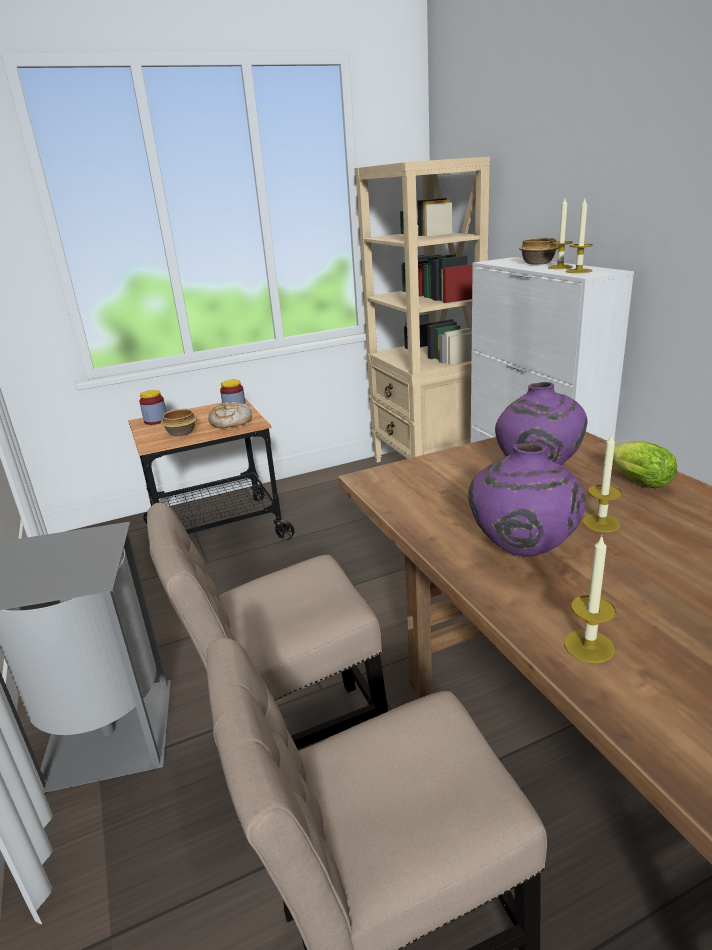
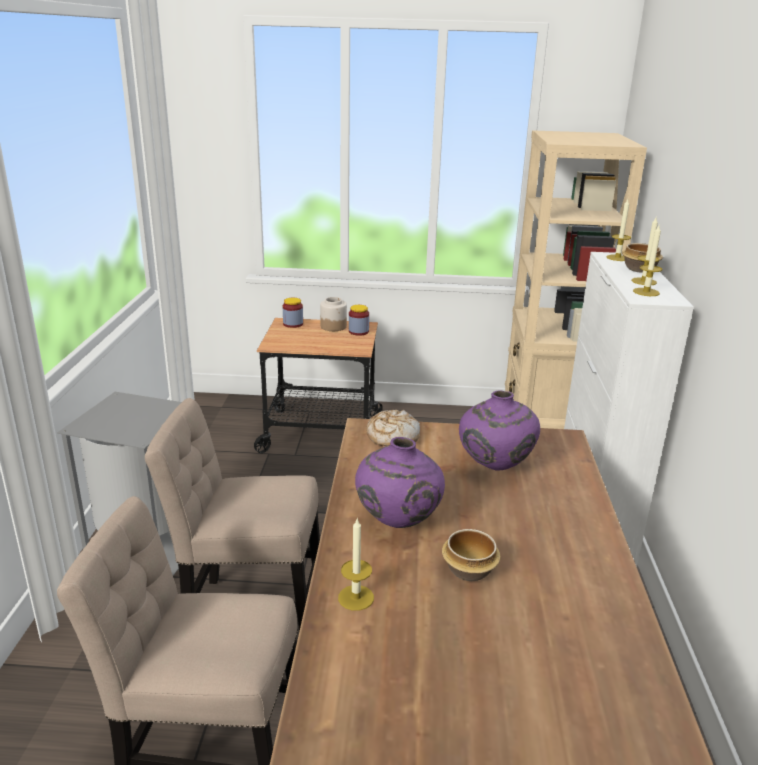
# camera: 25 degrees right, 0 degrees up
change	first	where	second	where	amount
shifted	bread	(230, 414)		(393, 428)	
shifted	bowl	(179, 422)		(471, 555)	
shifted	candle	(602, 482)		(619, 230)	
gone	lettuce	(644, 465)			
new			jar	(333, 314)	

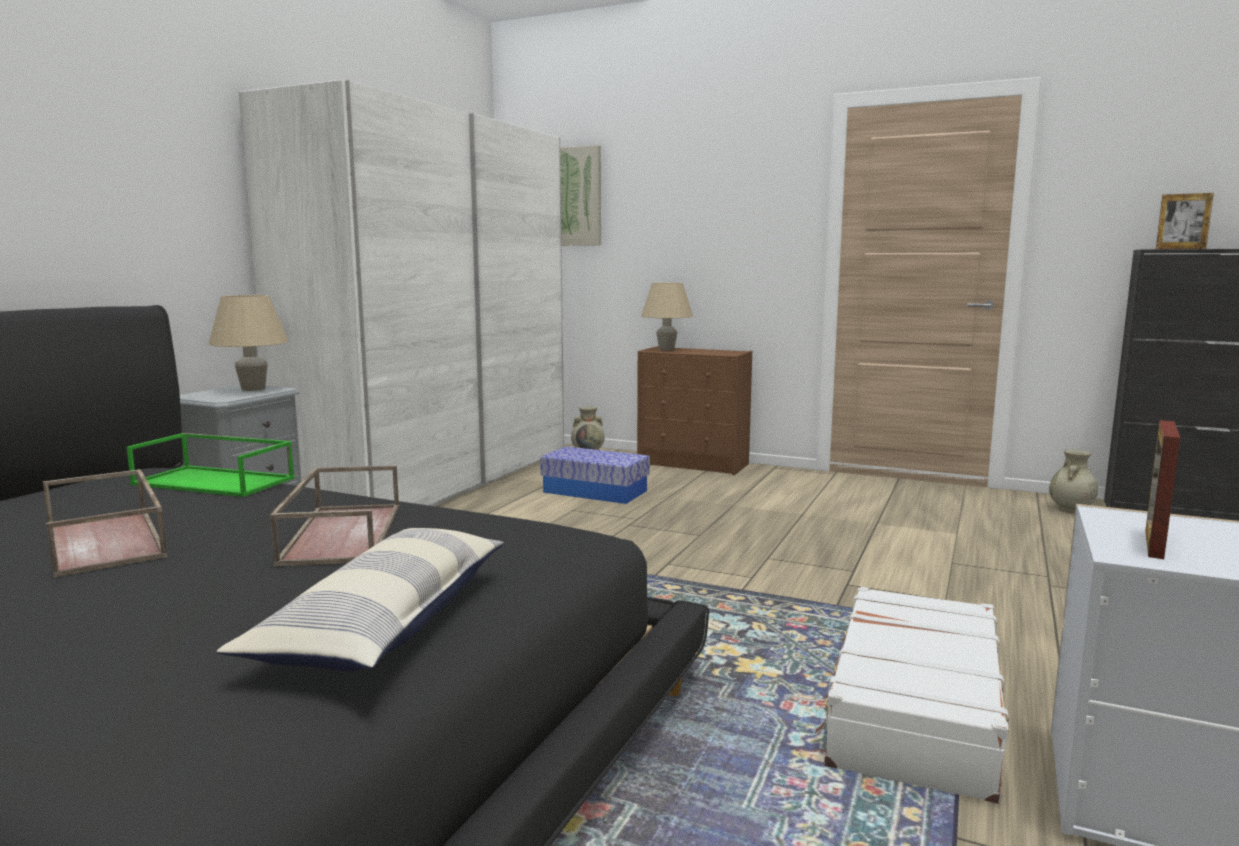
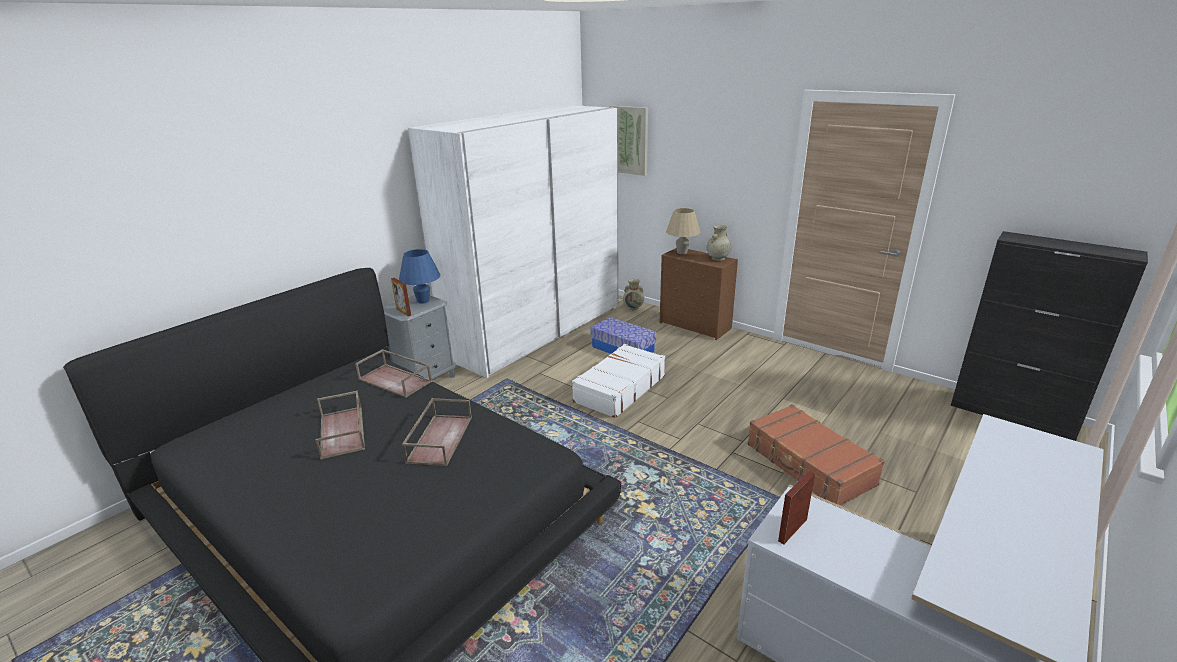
# camera: 15 degrees right, 15 degrees up
change	first	where	second	where	amount
shifted	picture_frame	(1185, 221)		(401, 297)	
repainted	beige_table_lamp	(249, 343)	blue_table_lamp	(419, 276)	
repainted	green_tray	(211, 465)	brown_tray	(393, 373)	
shifted	beige_vase	(1073, 481)		(719, 243)	
gone	pillow	(360, 599)			
shifted	white_suitcase	(912, 695)		(618, 381)	
new			brown_suitcase	(816, 455)	

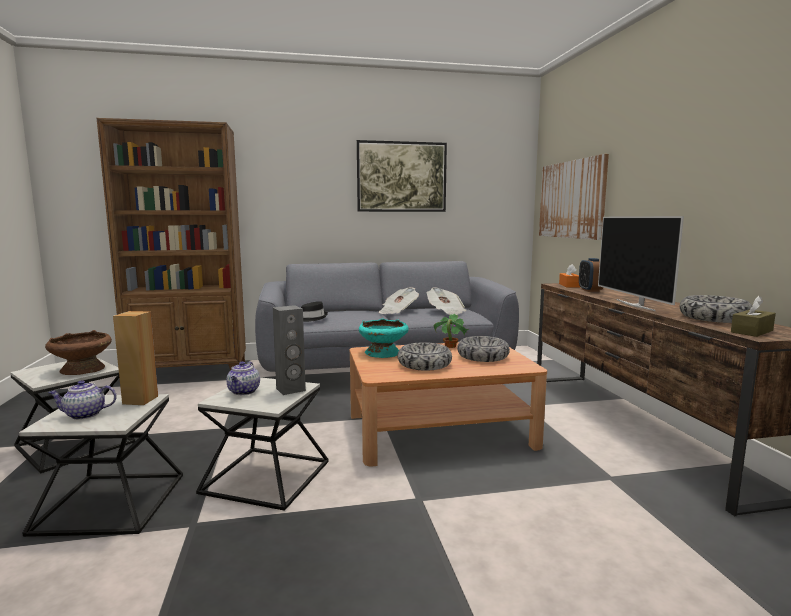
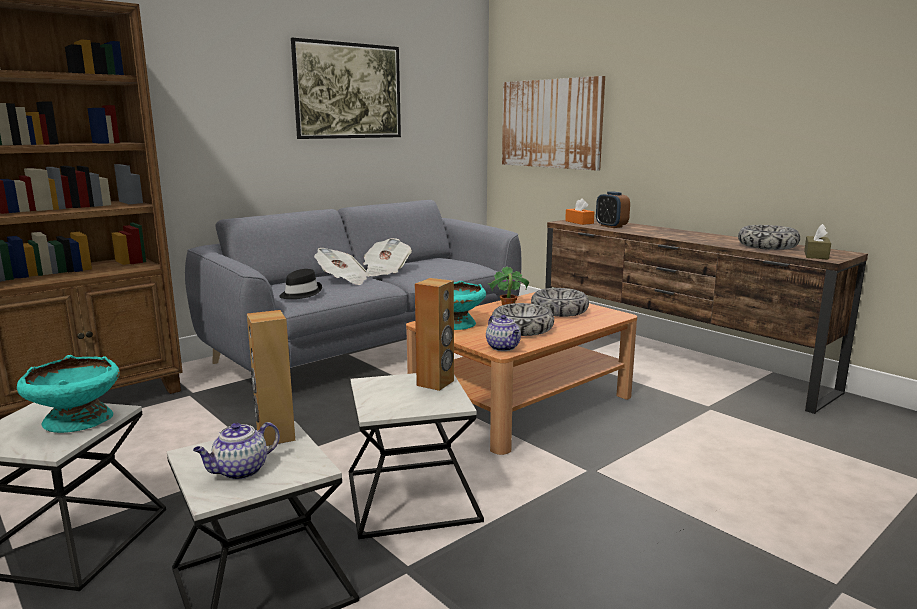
# camera: 30 degrees left, 5 degrees up
change	first	where	second	where	amount
gone	television	(641, 263)			
shifted	newspaper	(446, 301)		(341, 266)	
repainted	grey_speaker	(289, 350)	brown_speaker	(434, 334)	
repainted	brown_bowl	(78, 352)	turquoise_bowl	(68, 394)	
shifted	teapot	(243, 378)		(503, 333)	

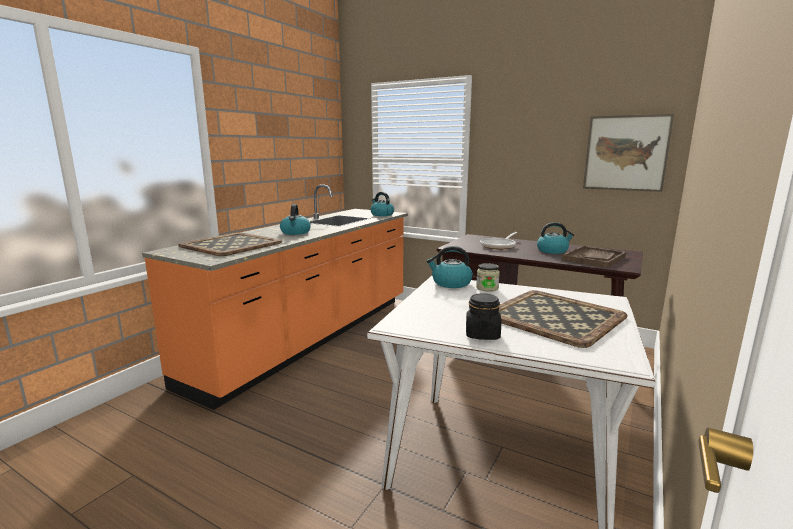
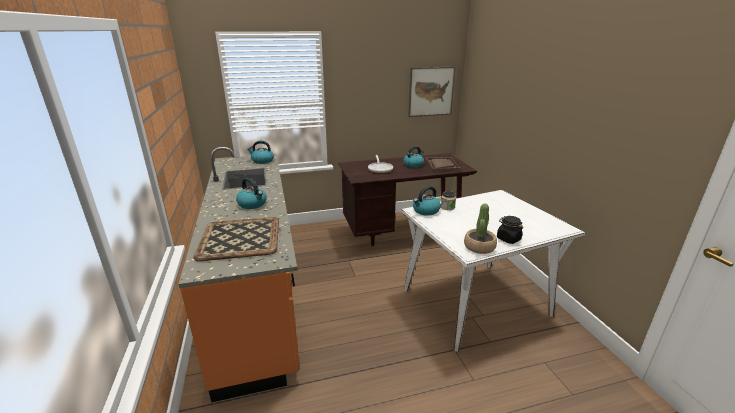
# camera: 45 degrees left, 10 degrees up
change	first	where	second	where	amount
gone	tray	(562, 319)			
new			potted_plant	(480, 228)	

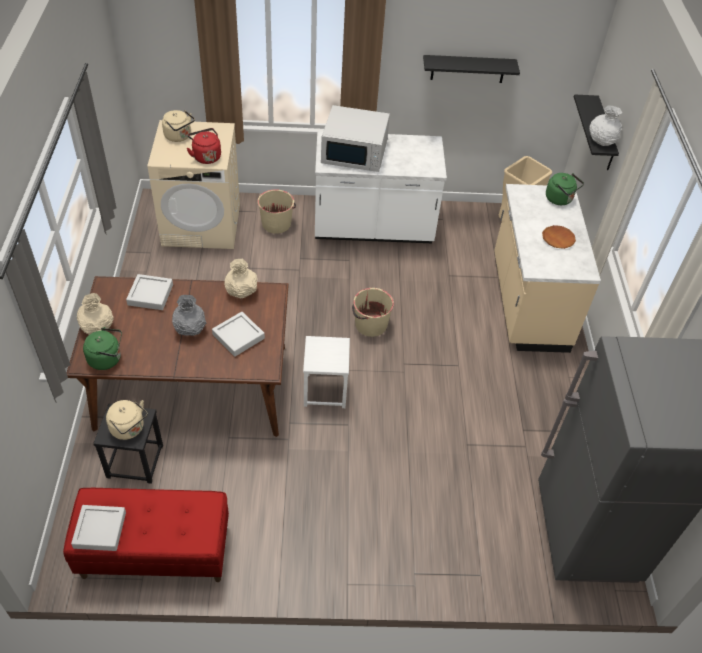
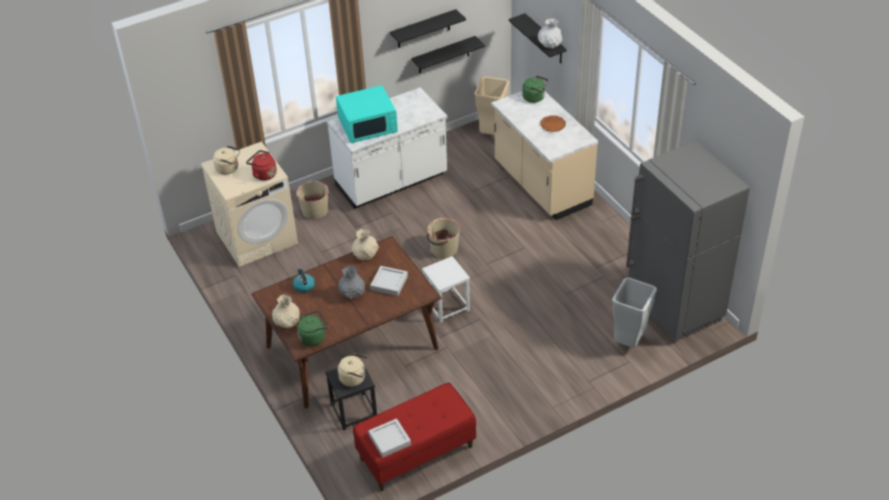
# camera: 25 degrees left, 5 degrees down
change	first	where	second	where	amount
repainted	white_microwave	(355, 138)	turquoise_microwave	(367, 114)	
swapped	grey_tray	(149, 292)	kettle	(304, 280)	
new			black_shelf	(448, 55)	
new			grey_trash_can	(634, 312)	

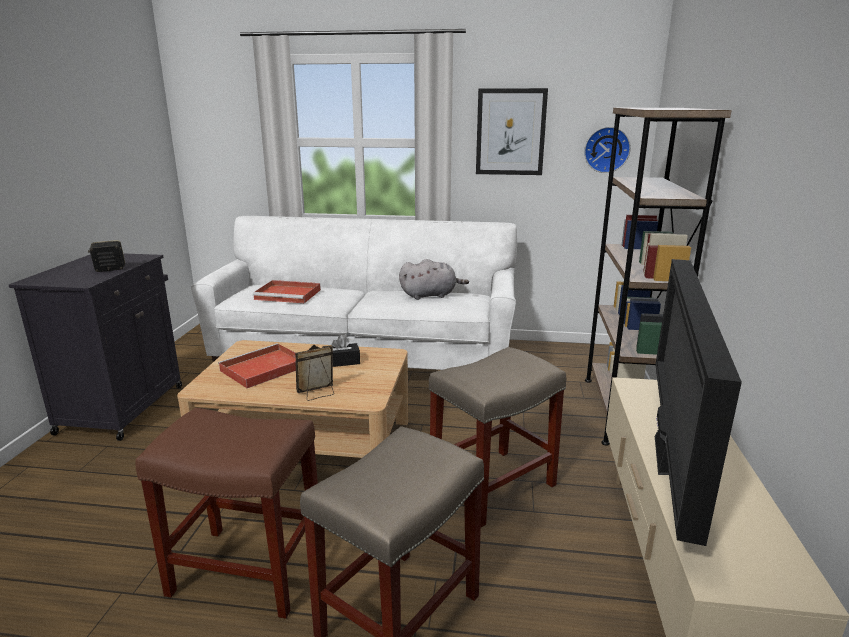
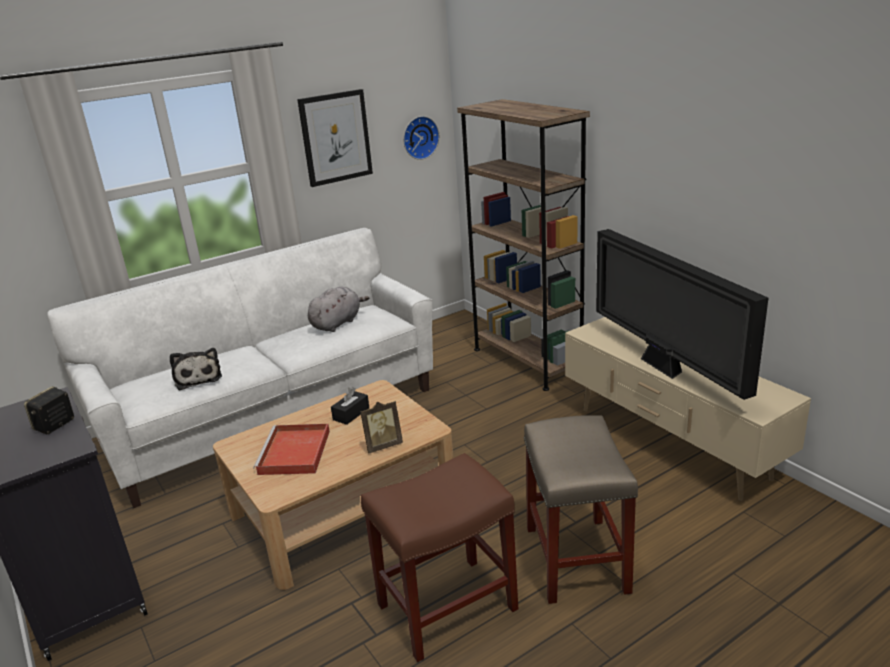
# camera: 40 degrees left, 5 degrees up
change	first	where	second	where	amount
swapped	red_tray	(287, 291)	plush_toy	(196, 369)	
rotated	picture_frame	(314, 373)		(381, 427)	135 degrees counterclockwise
gone	beige_stool	(497, 437)			

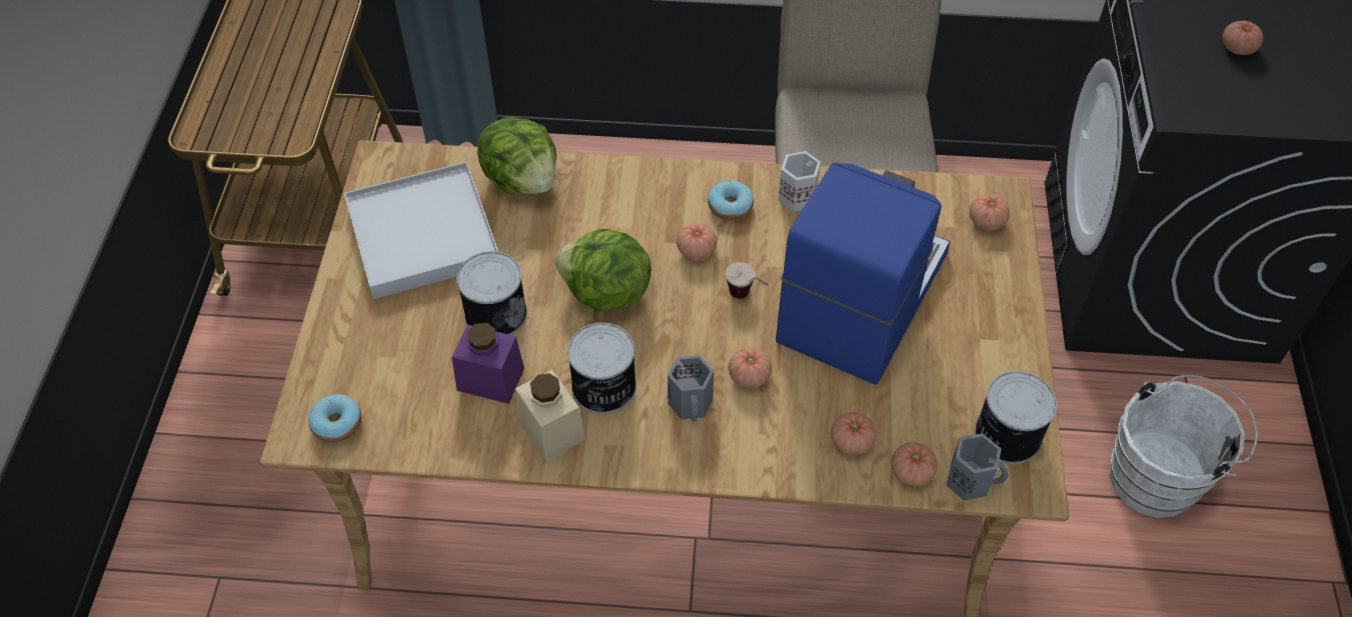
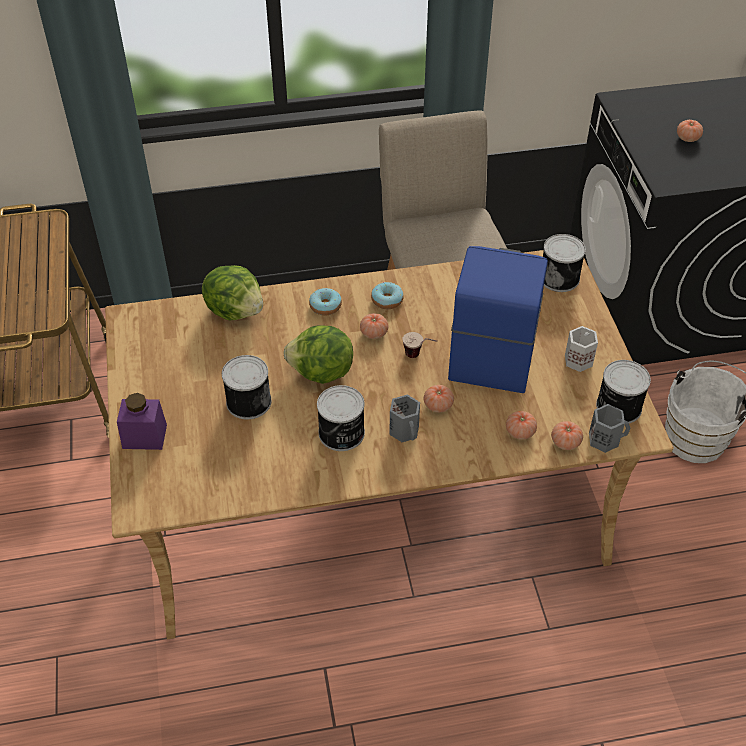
# camera: 15 degrees left, 5 degrees down
change	first	where	second	where	amount
shifted	white_mug	(799, 181)		(581, 349)	
gone	white_tray	(421, 230)			
swapped	tomato	(989, 212)	can	(564, 263)	
shifted	purple_jar	(488, 363)		(142, 421)	
gone	beige_jar	(550, 415)			
shifted	donut	(335, 418)		(325, 302)	

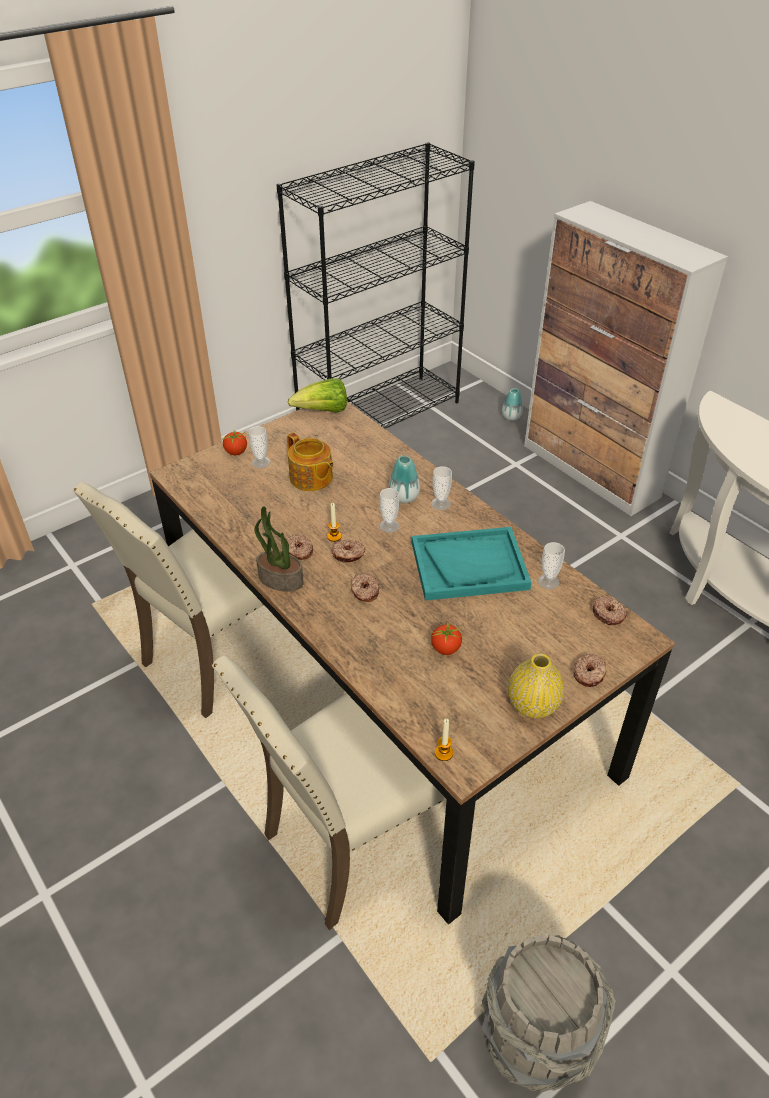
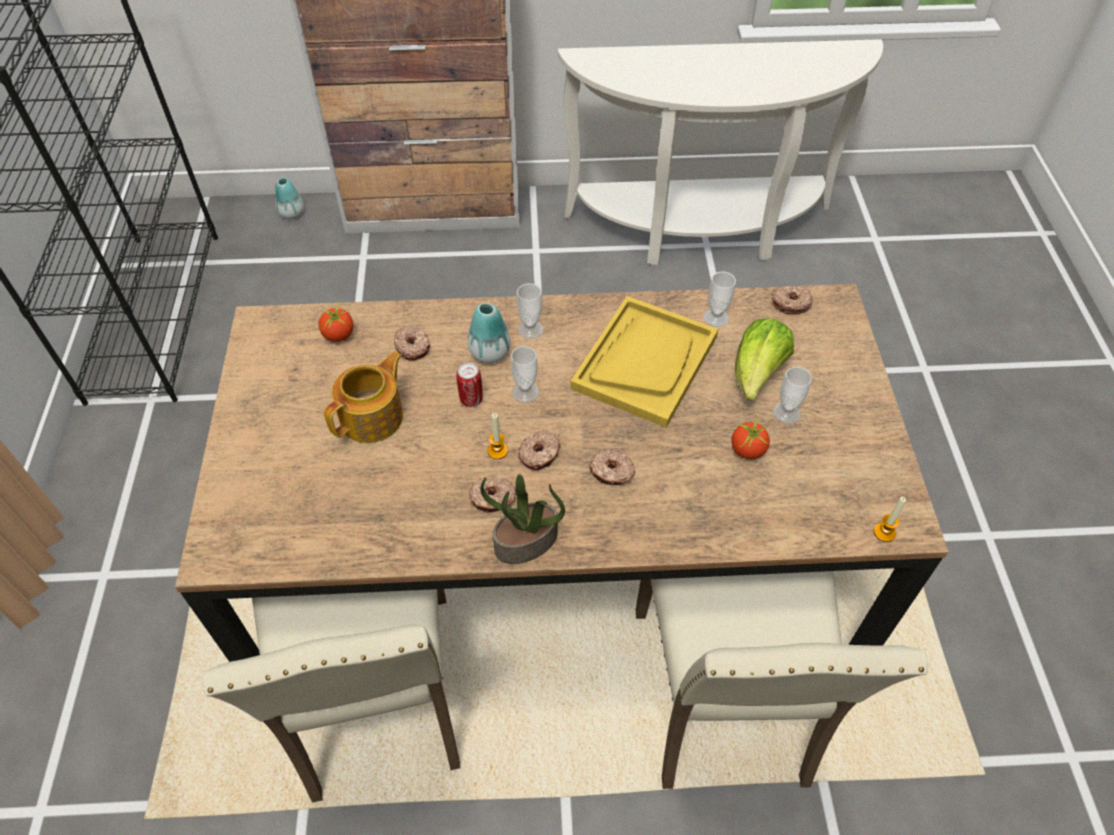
# camera: 55 degrees left, 10 degrees up
change	first	where	second	where	amount
shifted	lettuce	(317, 395)		(764, 359)	
shifted	cup	(259, 447)		(792, 395)	
shifted	tomato	(235, 442)		(336, 321)	
rotated	teapot	(310, 462)		(363, 397)	45 degrees counterclockwise
repainted	turquoise_tray	(472, 564)	yellow_tray	(644, 362)	
gone	yellow_vase	(536, 685)			
shifted	donut	(589, 670)		(412, 343)	
gone	grey_bucket	(548, 1013)			
new			can	(469, 385)	

